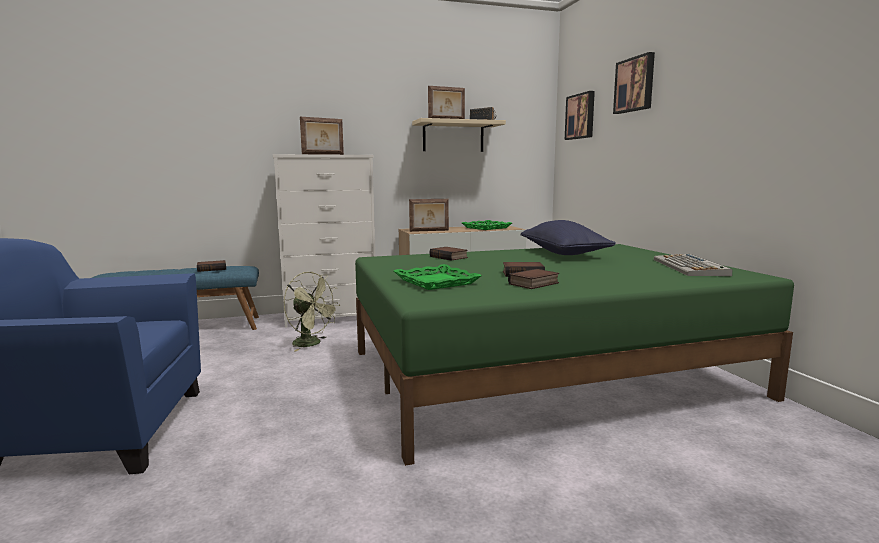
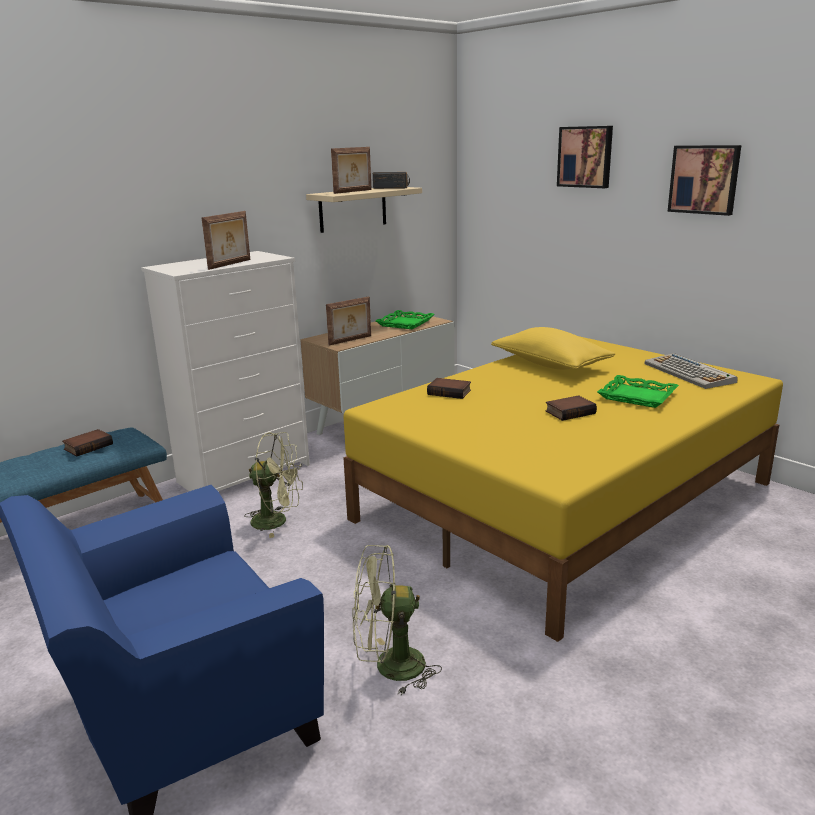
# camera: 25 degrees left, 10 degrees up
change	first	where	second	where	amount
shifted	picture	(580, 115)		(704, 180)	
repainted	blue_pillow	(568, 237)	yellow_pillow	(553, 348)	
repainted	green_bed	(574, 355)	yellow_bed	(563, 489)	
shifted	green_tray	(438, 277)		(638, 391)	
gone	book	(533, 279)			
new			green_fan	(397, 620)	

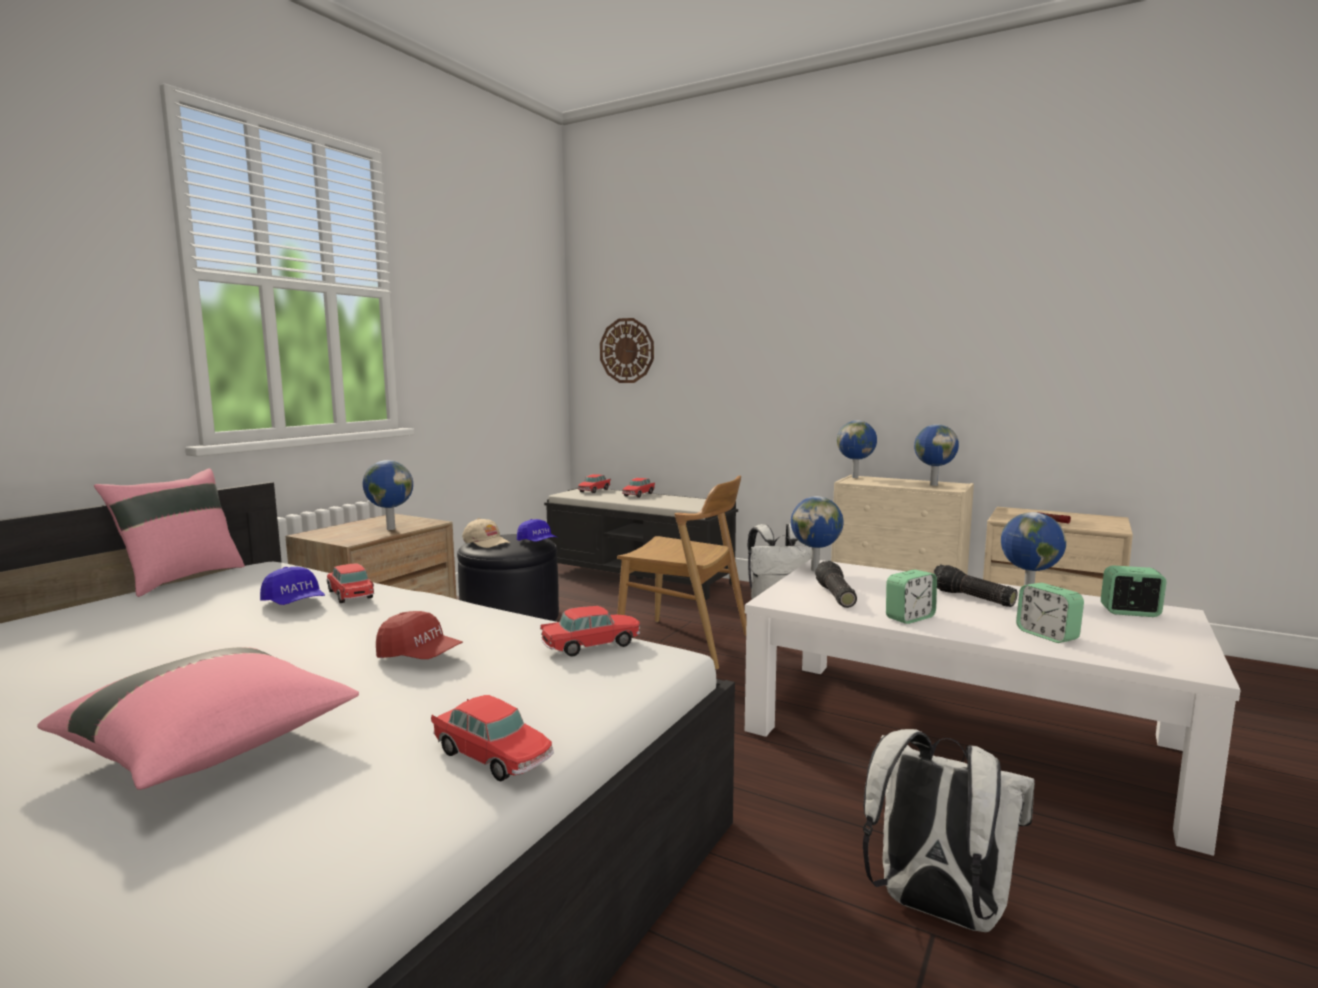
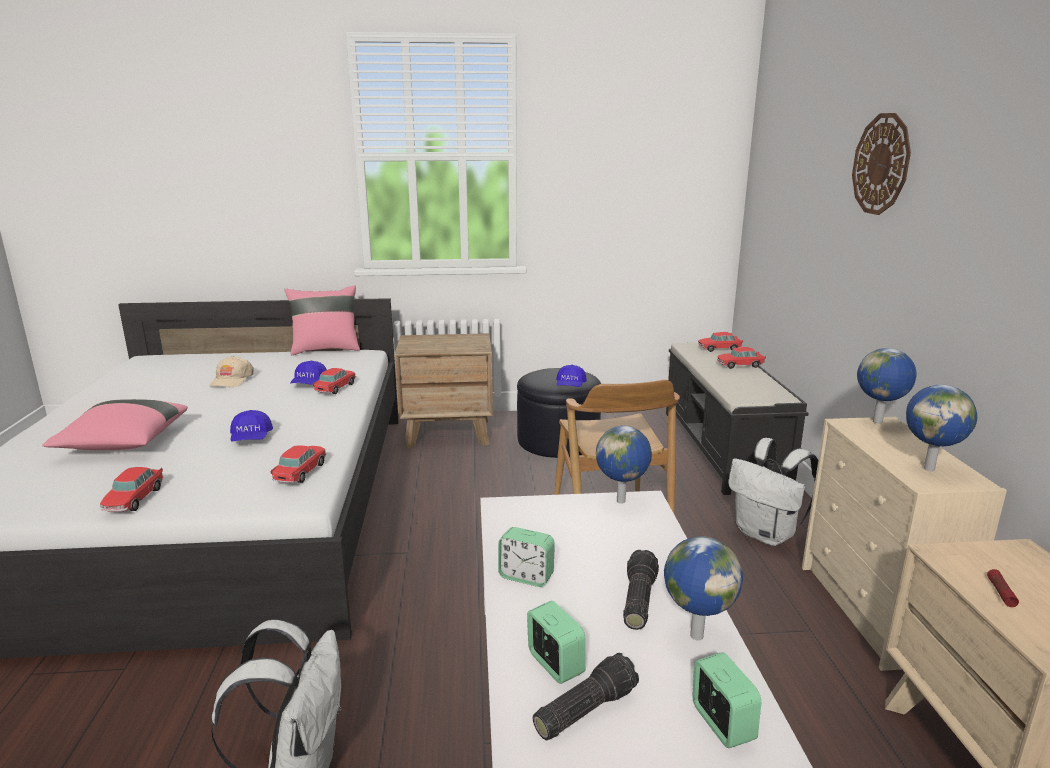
# camera: 55 degrees right, 10 degrees up
change	first	where	second	where	amount
shifted	wall_clock	(627, 350)		(881, 164)	
gone	globe	(388, 495)			
shifted	beige_cap	(486, 533)		(232, 371)	
shifted	flashlight	(836, 584)		(586, 696)	
rotated	alarm_clock	(1050, 613)		(556, 642)	120 degrees clockwise
rotated	toy_car	(590, 631)		(298, 464)	105 degrees counterclockwise
repainted	red_cap	(419, 635)	blue_cap	(251, 425)	

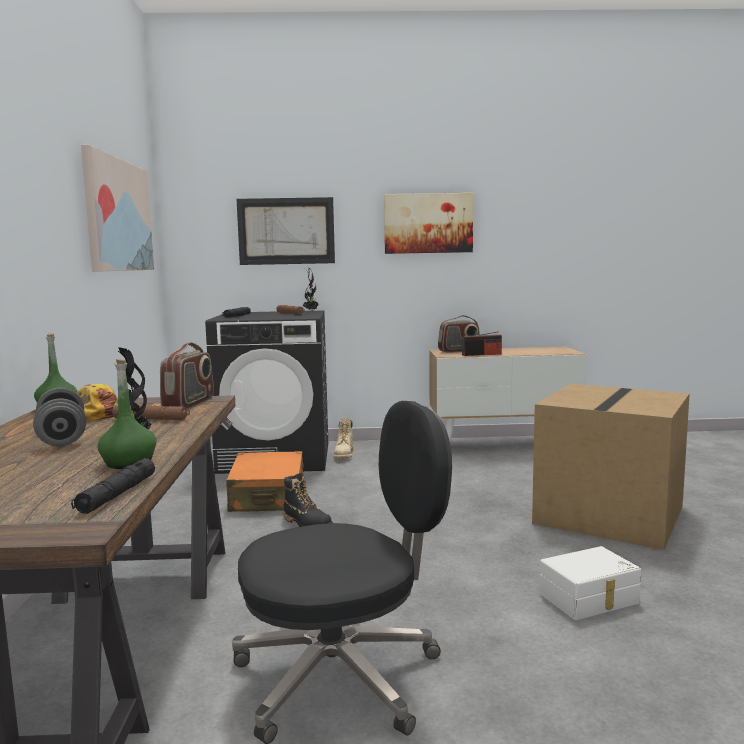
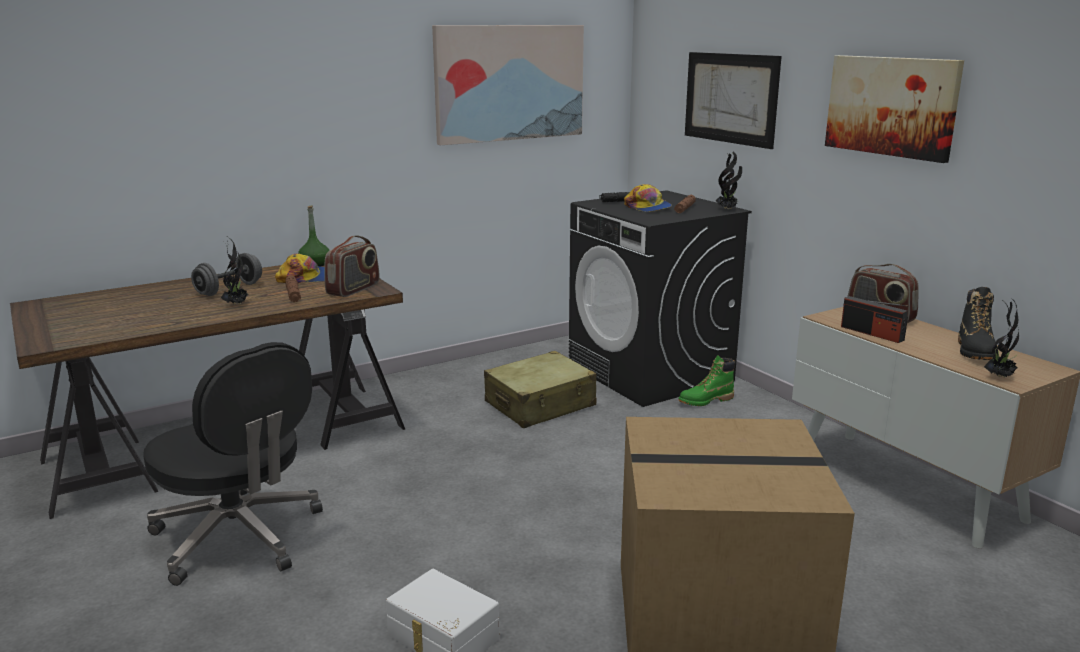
# camera: 60 degrees right, 10 degrees up
change	first	where	second	where	amount
rotated	radio	(187, 375)		(352, 266)	45 degrees counterclockwise
gone	green_bottle	(127, 414)			
repainted	beige_boot	(343, 438)	green_boot	(706, 380)	
repainted	orange_suitcase	(265, 481)	beige_suitcase	(540, 389)	
gone	black_flashlight	(113, 486)			
shifted	black_boot	(308, 500)		(977, 323)	
new			cap	(648, 198)	
new			potted_plant	(1001, 338)	

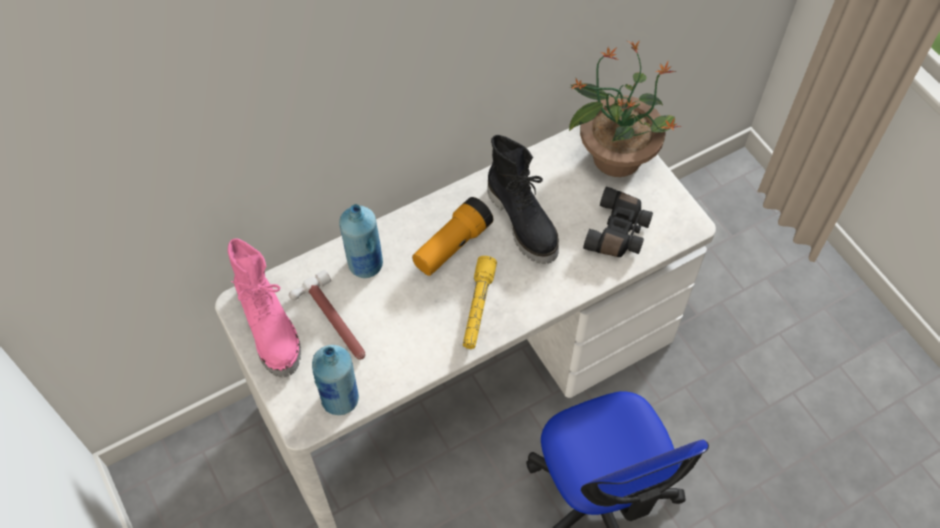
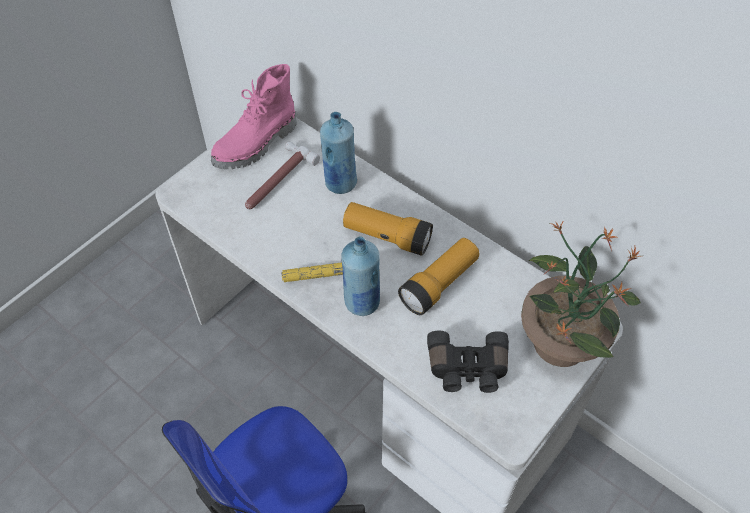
# camera: 70 degrees right, 5 degrees down
change	first	where	second	where	amount
swapped	black_boot	(523, 199)	flashlight	(438, 276)	
shifted	blue_bottle	(335, 380)		(360, 276)	

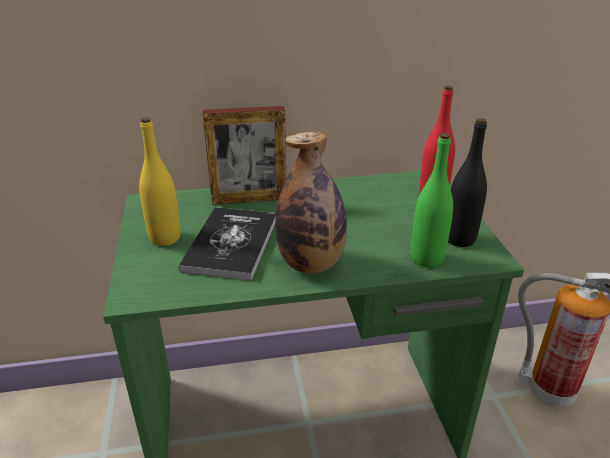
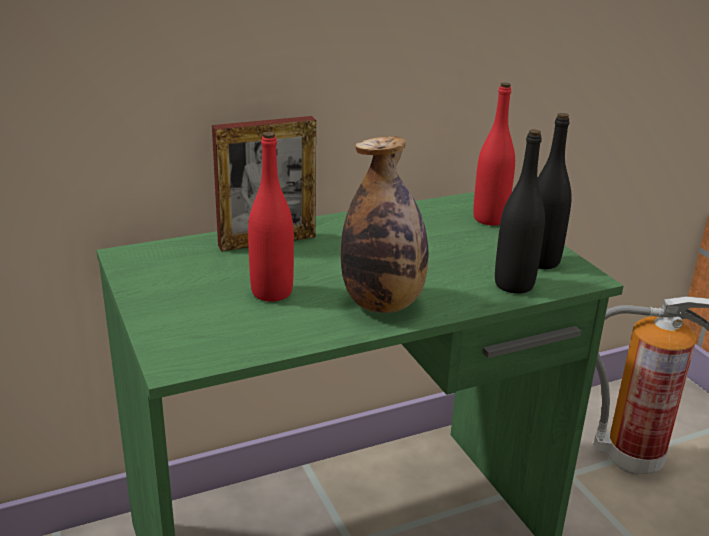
# camera: 15 degrees left, 5 degrees down
change	first	where	second	where	amount
gone	yellow_bottle	(160, 181)			
repainted	green_bottle	(432, 200)	black_bottle	(520, 211)	
swapped	book	(227, 243)	red_bottle	(271, 217)	

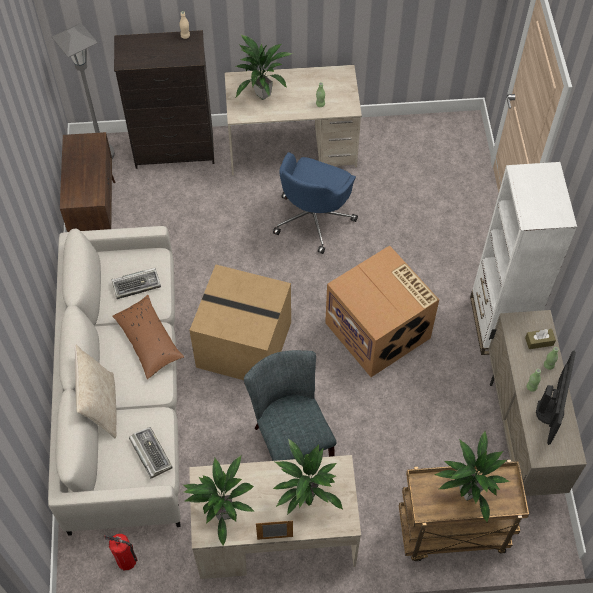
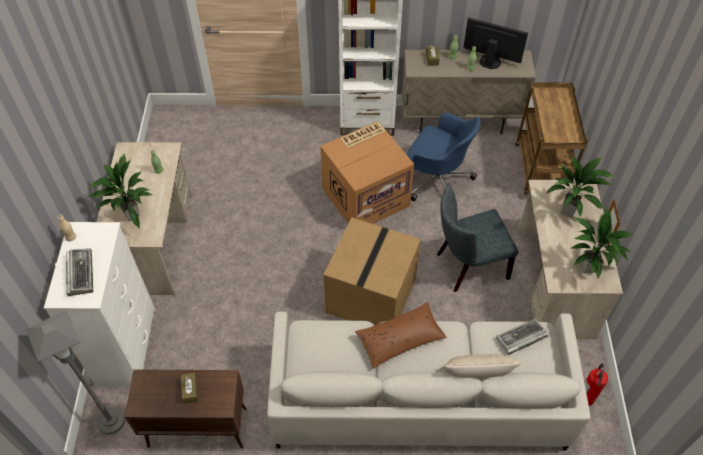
# camera: 85 degrees left, 5 degrees down
change	first	where	second	where	amount
repainted	black_dresser	(164, 99)	white_dresser	(100, 304)	
shifted	blue_office_chair	(315, 203)		(444, 157)	
shifted	keyboard	(136, 283)		(79, 272)	
gone	potted_plant	(472, 476)			
new			brown_tissue_box	(189, 388)	

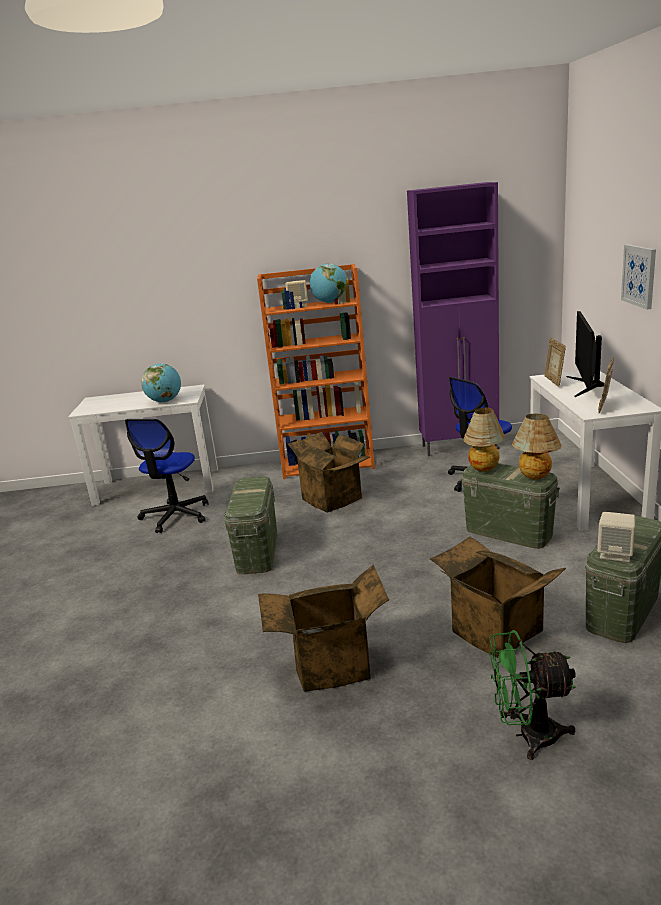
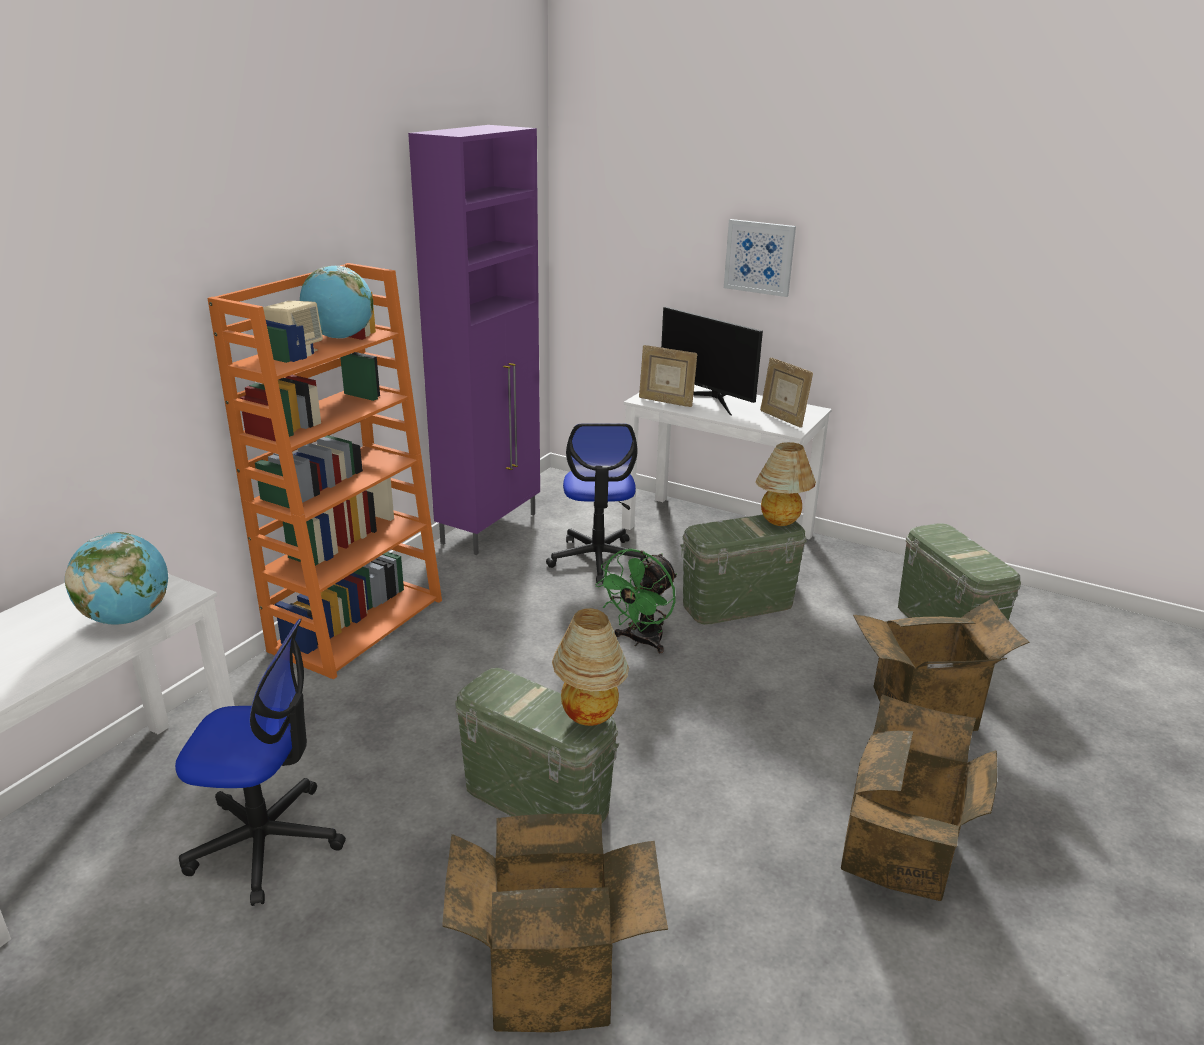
# camera: 60 degrees left, 5 degrees up
change	first	where	second	where	amount
shifted	table_lamp	(484, 439)		(590, 667)	
rotated	office_chair	(166, 476)		(260, 762)	45 degrees counterclockwise
shifted	cardboard_box	(328, 472)		(555, 923)	
gone	beige_speaker	(616, 537)			
shifted	green_fan	(532, 695)		(636, 601)	

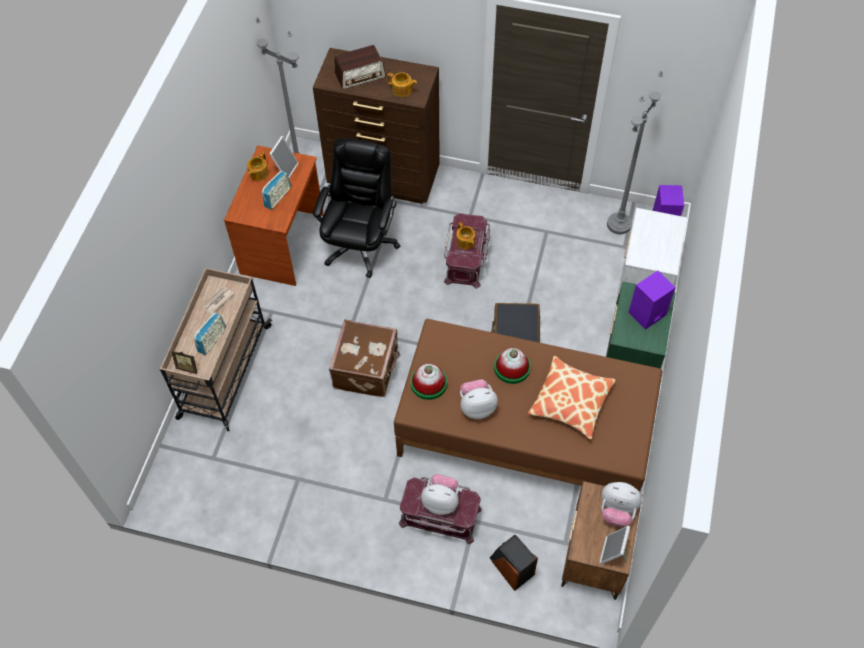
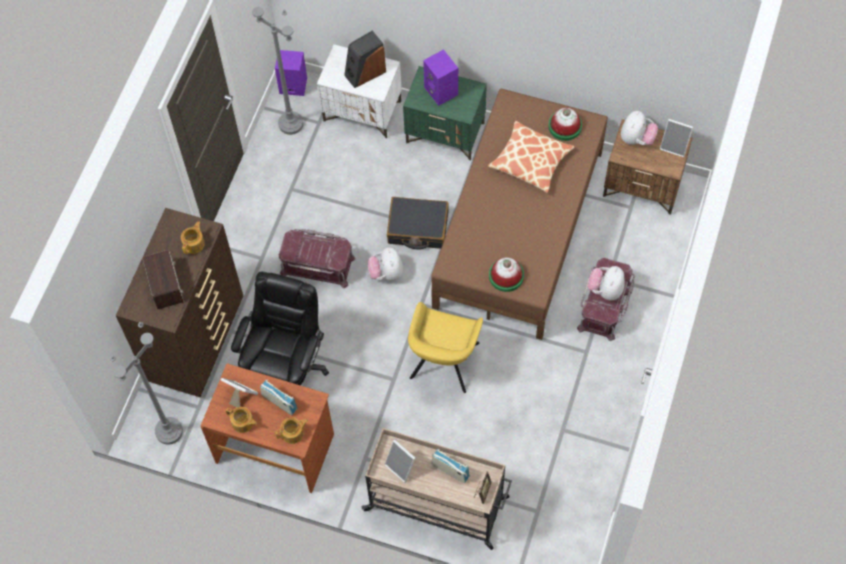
# camera: 85 degrees left, 5 degrees up
change	first	where	second	where	amount
rotated	black_office_chair	(356, 208)		(280, 328)	90 degrees clockwise
shifted	teapot	(465, 235)		(291, 431)	
swapped	newspaper	(218, 300)	picture_frame	(400, 461)	
swapped	brown_suitcase	(364, 358)	yellow_armchair	(445, 347)	
shifted	hat	(512, 366)		(565, 124)	
shifted	plush_toy	(479, 399)		(385, 264)	
shifted	speaker	(514, 563)		(365, 59)	

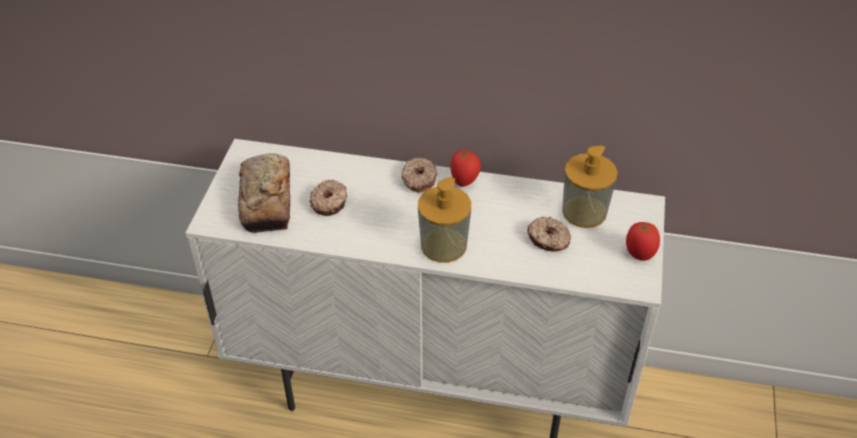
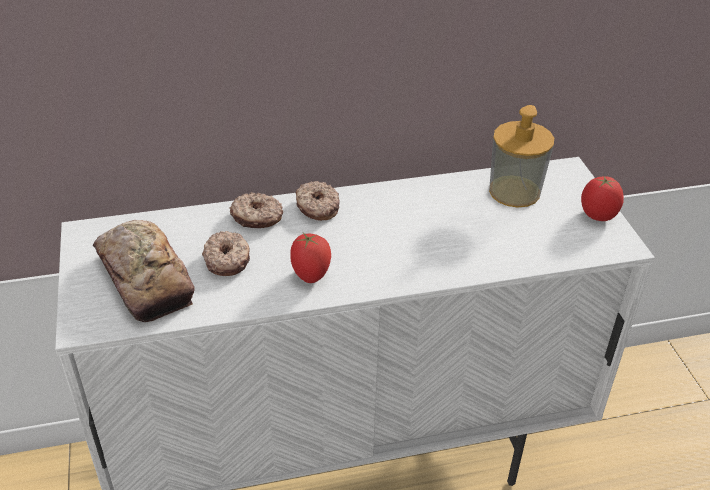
# camera: 25 degrees left, 5 degrees down
change	first	where	second	where	amount
shifted	tomato	(465, 168)		(310, 258)	
gone	soap_dispenser	(444, 220)			
shifted	donut	(549, 234)		(256, 210)	

